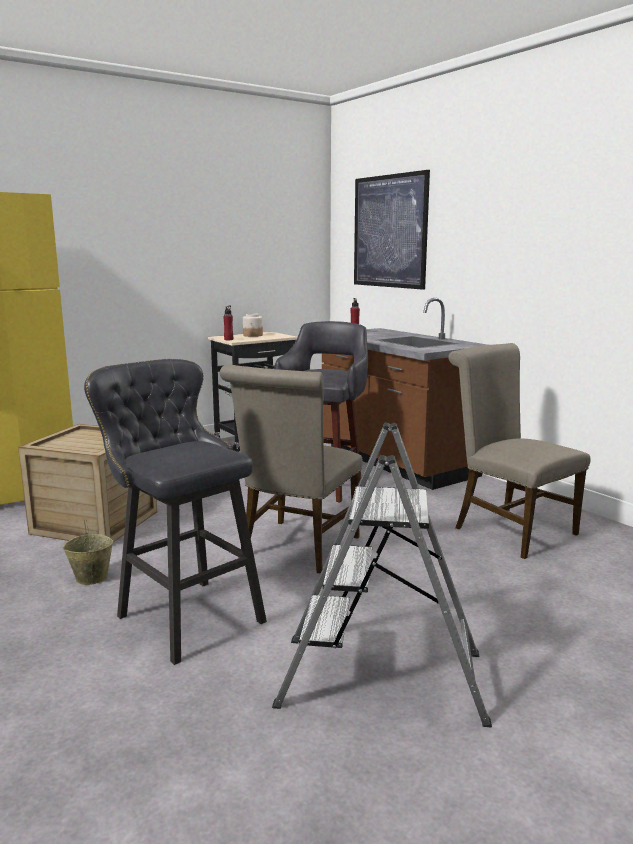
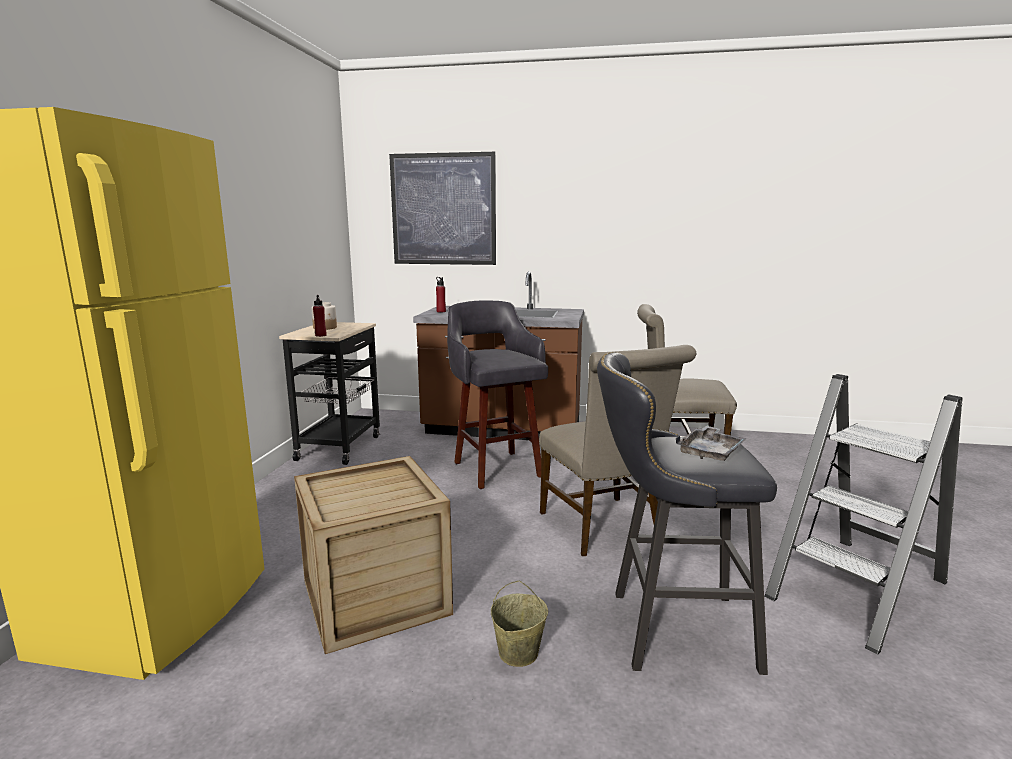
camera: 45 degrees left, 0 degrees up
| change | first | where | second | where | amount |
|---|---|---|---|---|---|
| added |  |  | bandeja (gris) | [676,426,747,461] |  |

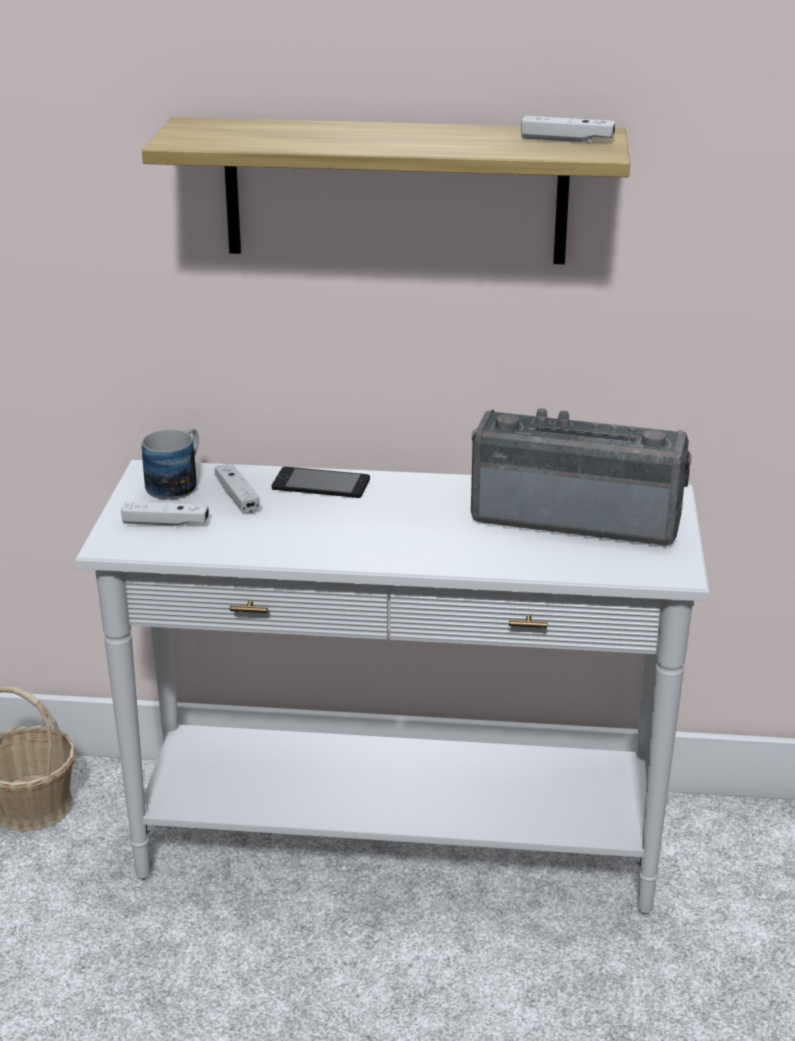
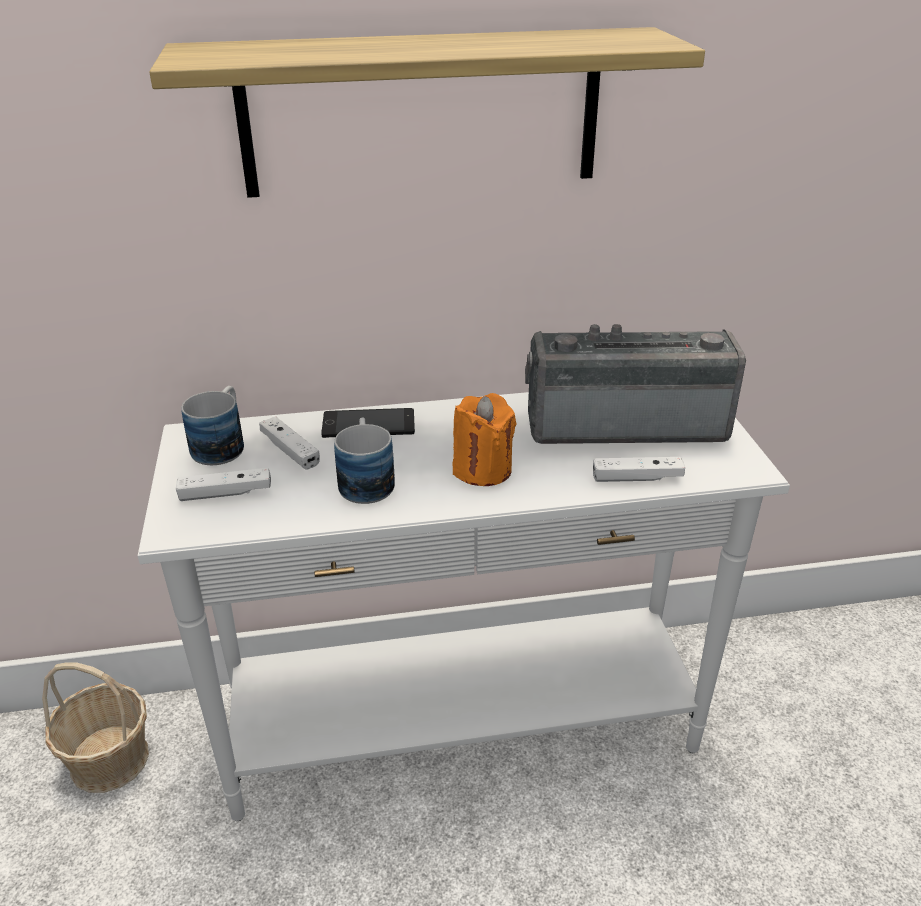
camera: 15 degrees left, 5 degrees up
| change | first | where | second | where | amount |
|---|---|---|---|---|---|
| added |  |  | taza grande | [334,417,395,504] |  |
| added |  |  | vela (naranja) | [452,393,517,486] |  |
| moved | mando de consola (blanco) | [521,116,615,143] |  | [593,457,685,482] |  |

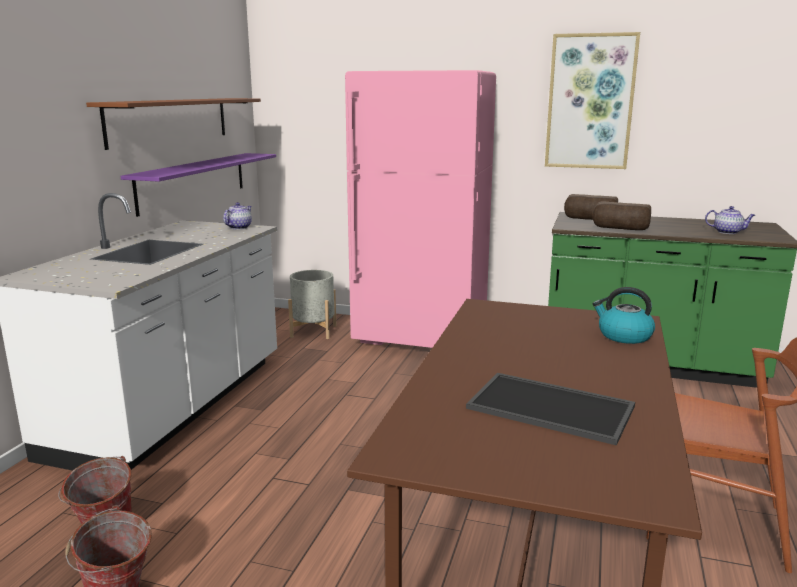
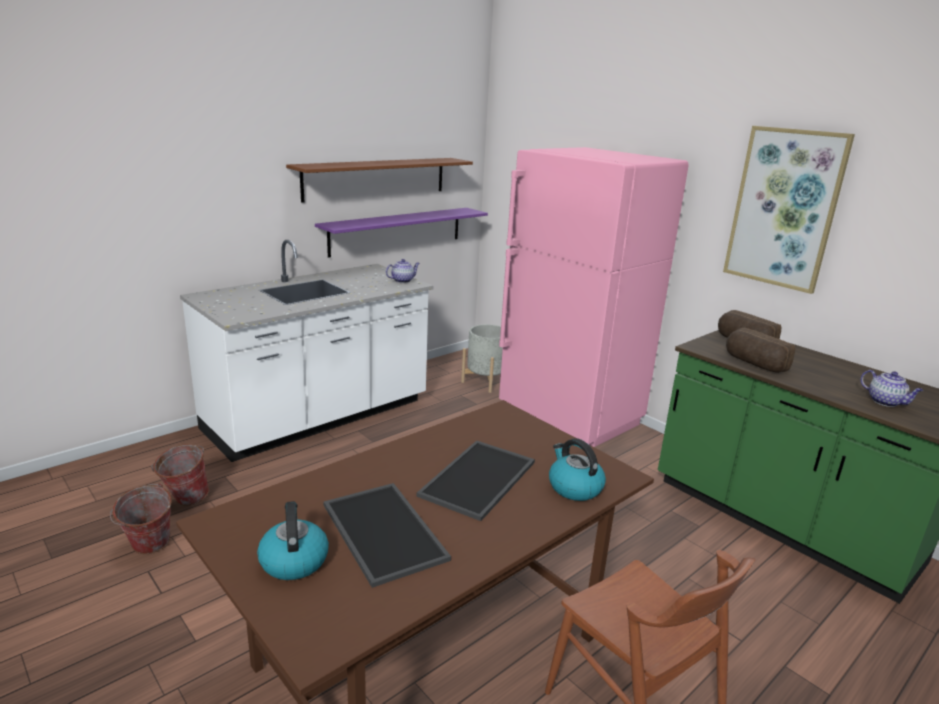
camera: 30 degrees right, 5 degrees up
| change | first | where | second | where | amount |
|---|---|---|---|---|---|
| added |  |  | hervidor | [257,501,329,580] |  |
| added |  |  | bandeja | [416,441,535,521] |  |

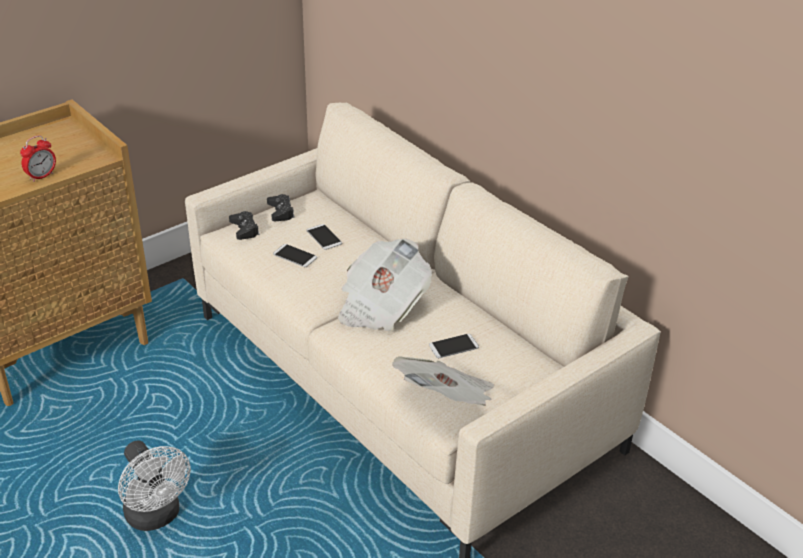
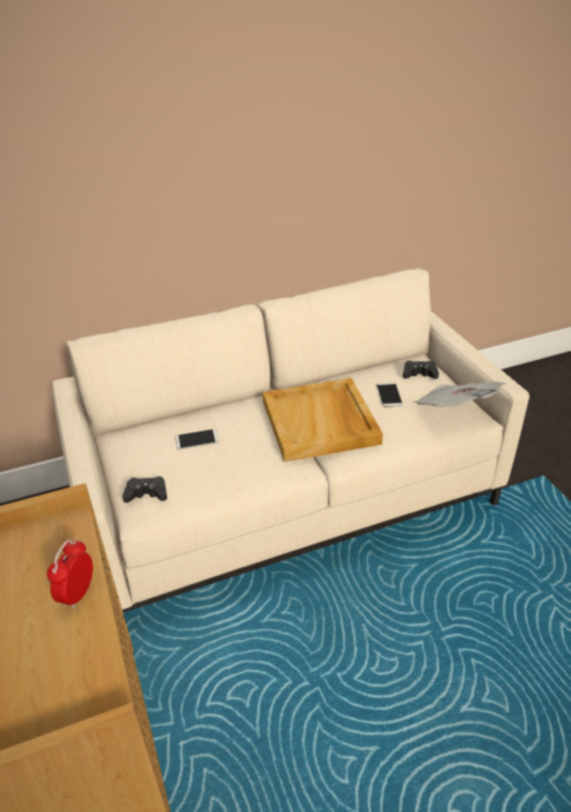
camera: 70 degrees left, 0 degrees up
| change | first | where | second | where | amount |
|---|---|---|---|---|---|
| removed | ventilador (blanco) | [118,440,191,531] |  |  |  |
| removed | móvil | [273,244,317,267] |  |  |  |
| moved | mando de consola (negro) | [267,194,295,221] |  | [403,361,439,379] |  |
| replaced | periódico | [338,238,432,331] | bandeja (beis) | [263,378,383,462] |  |
| turned | despertador | [20,136,56,182] |  | [47,538,93,609] | 135 degrees counterclockwise |

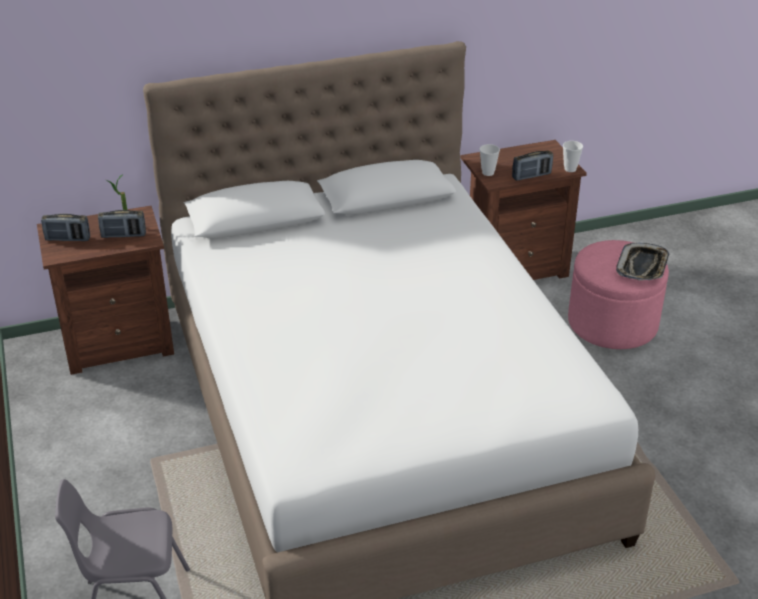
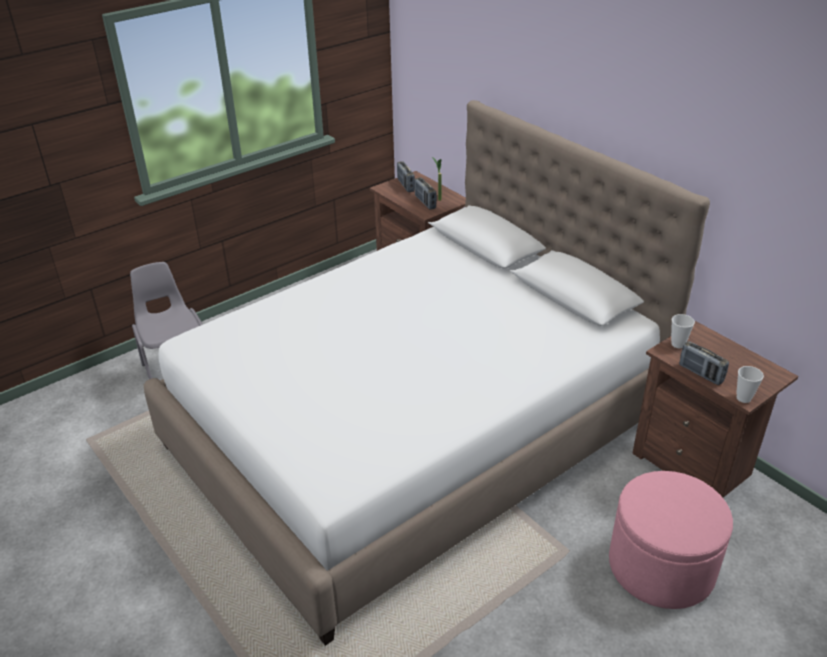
camera: 70 degrees right, 0 degrees up
| change | first | where | second | where | amount |
|---|---|---|---|---|---|
| removed | bandeja | [616,242,670,281] |  |  |  |

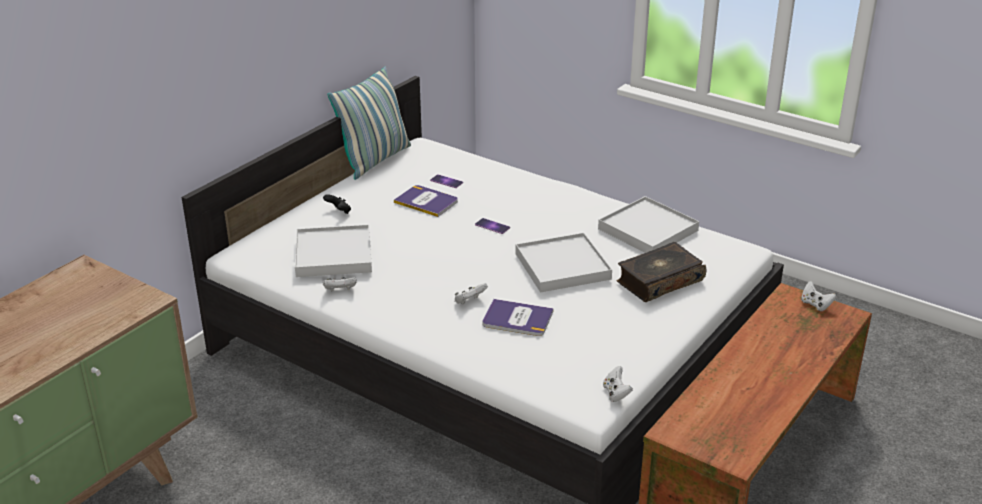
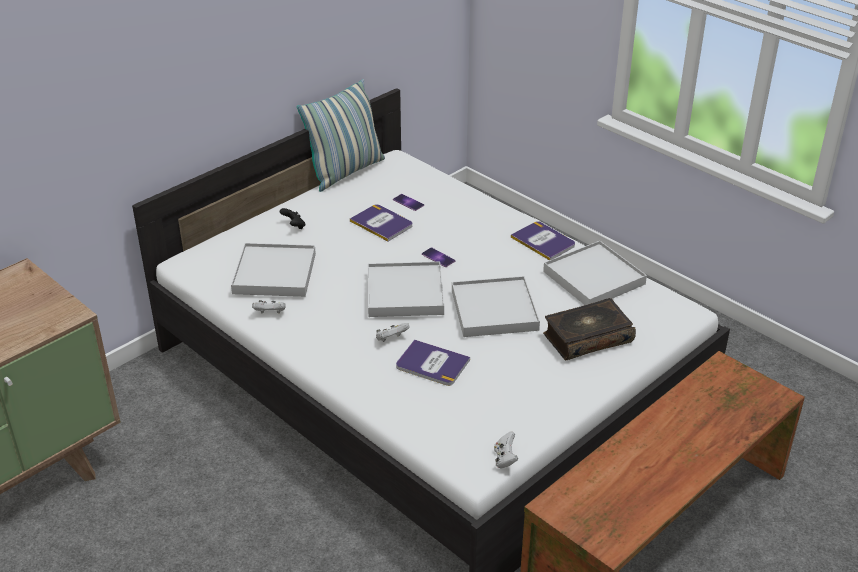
camera: 10 degrees right, 5 degrees up
| change | first | where | second | where | amount |
|---|---|---|---|---|---|
| removed | mando de consola (blanco) | [801,281,836,311] |  |  |  |
| added |  |  | bandeja (blanco) | [368,262,444,317] |  |
| added |  |  | libro | [511,221,575,260] |  |

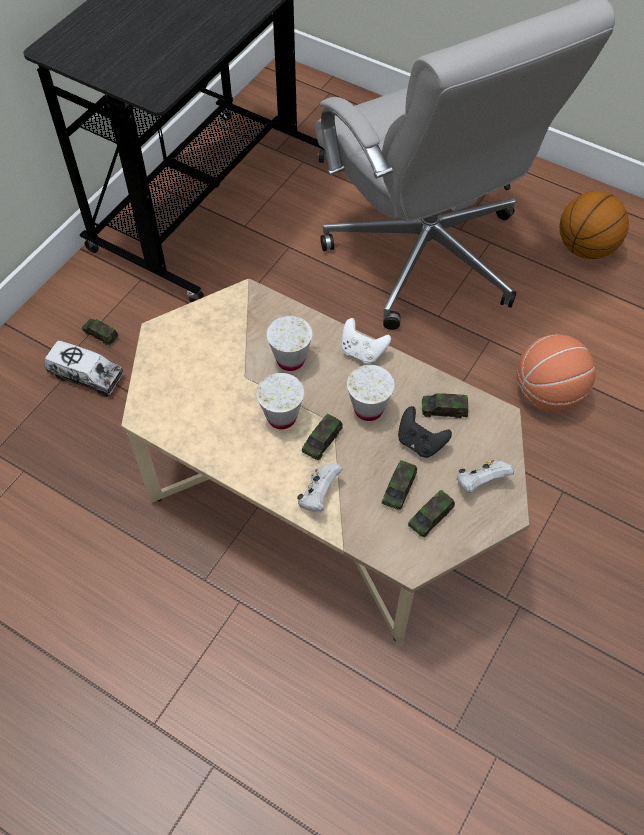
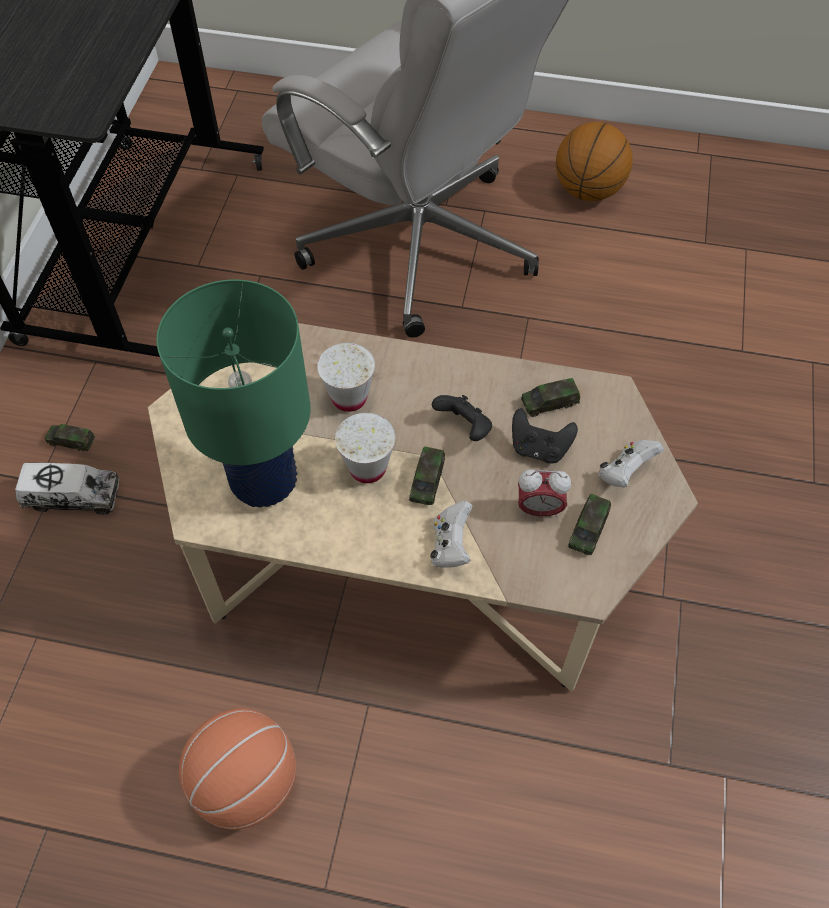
camera: 20 degrees left, 0 degrees up
| change | first | where | second | where | amount |
|---|---|---|---|---|---|
| removed | mando de consola (blanco) | [341,318,391,364] |  |  |  |
| added |  |  | lámpara de mesa (verde) | [156,279,311,507] |  |
| moved | balón de baloncesto | [517,334,596,411] |  | [179,708,296,830] |  |
| replaced | taza (blanco) | [347,365,395,421] | mando de consola (negro) | [432,395,492,441] |  |
| replaced | coche de juguete | [382,460,417,510] | despertador | [518,469,571,518] |  |

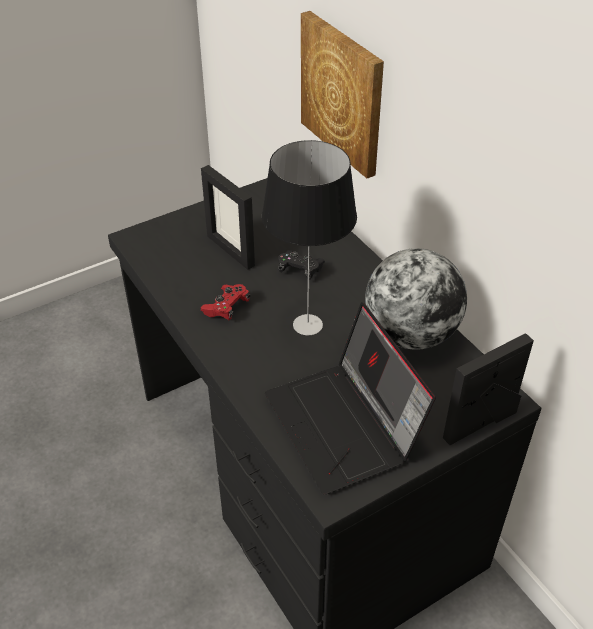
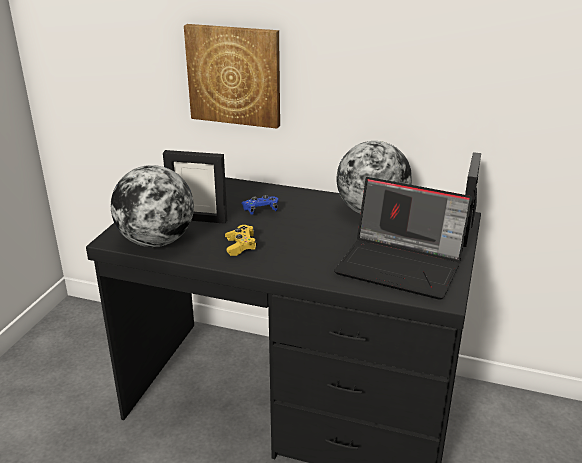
camera: 40 degrees left, 15 degrees down
| change | first | where | second | where | amount |
|---|---|---|---|---|---|
| removed | lámpara de mesa | [262,140,357,335] |  |  |  |
| added |  |  | globo terráqueo | [111,165,194,247] |  |
| recoloured | mando de consola (rojo) | [201,284,250,320] | mando de consola (amarillo) | [225,225,257,256] |  |
| recoloured | mando de consola (negro) | [278,250,325,280] | mando de consola (azul) | [241,195,278,215] |  |

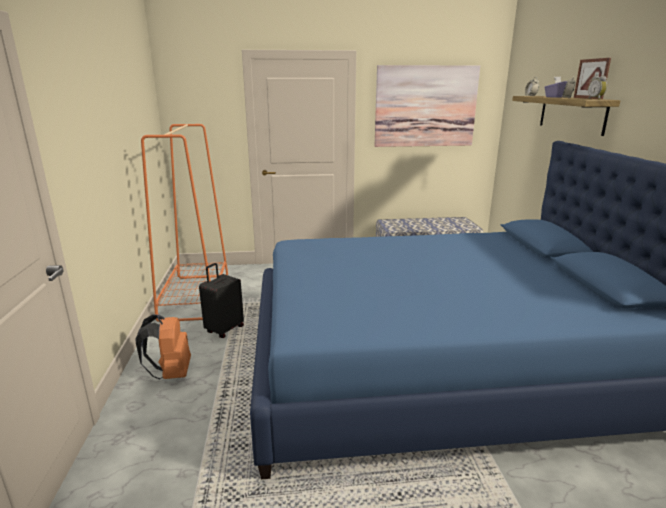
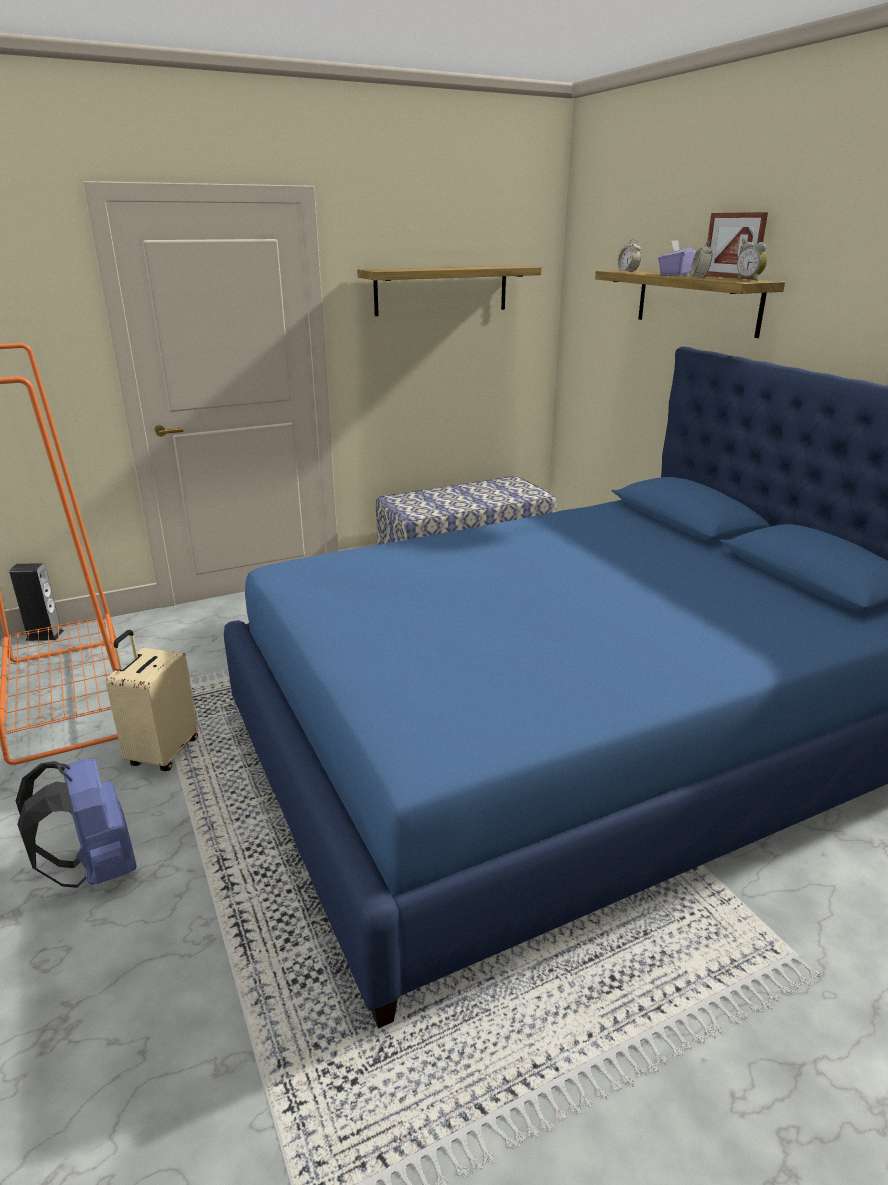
camera: 20 degrees left, 5 degrees up
| change | first | where | second | where | amount |
|---|---|---|---|---|---|
| added |  |  | altavoz | [9,563,64,641] |  |
| replaced | cuadro | [375,65,480,147] | estante | [357,265,542,316] |  |
| recoloured | mochila (naranja) | [135,314,191,380] | mochila (azul) | [16,758,137,888] |  |
| recoloured | maleta (negro) | [199,263,244,338] | maleta (beis) | [106,630,198,771] |  |

